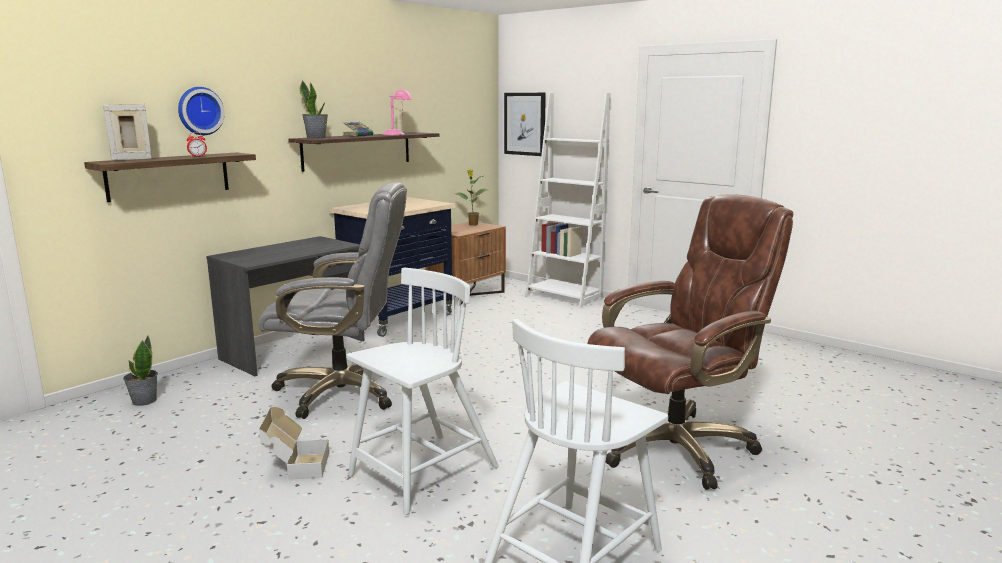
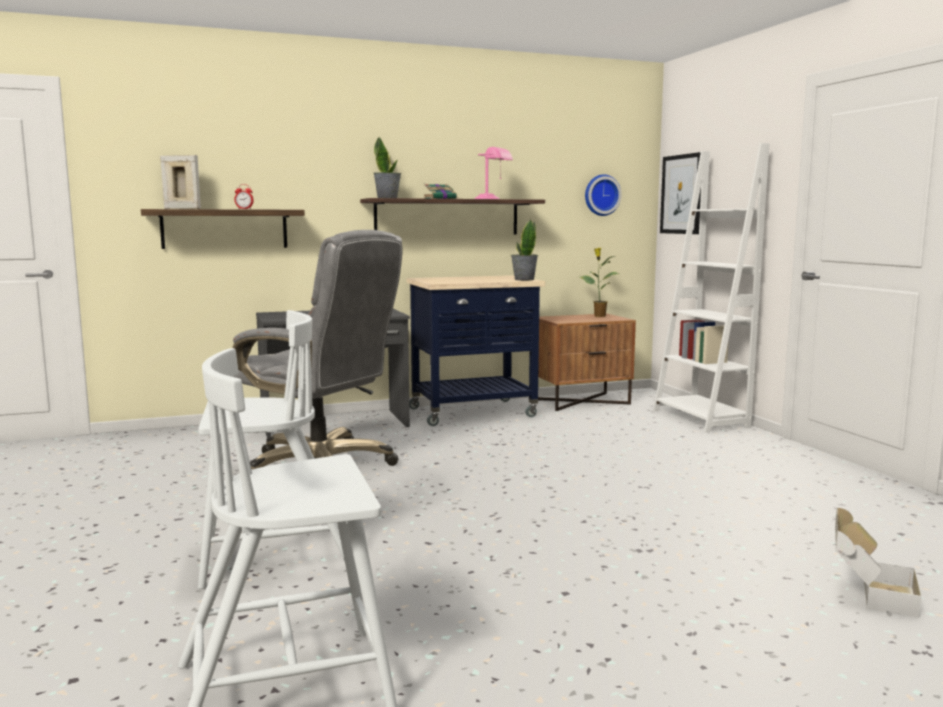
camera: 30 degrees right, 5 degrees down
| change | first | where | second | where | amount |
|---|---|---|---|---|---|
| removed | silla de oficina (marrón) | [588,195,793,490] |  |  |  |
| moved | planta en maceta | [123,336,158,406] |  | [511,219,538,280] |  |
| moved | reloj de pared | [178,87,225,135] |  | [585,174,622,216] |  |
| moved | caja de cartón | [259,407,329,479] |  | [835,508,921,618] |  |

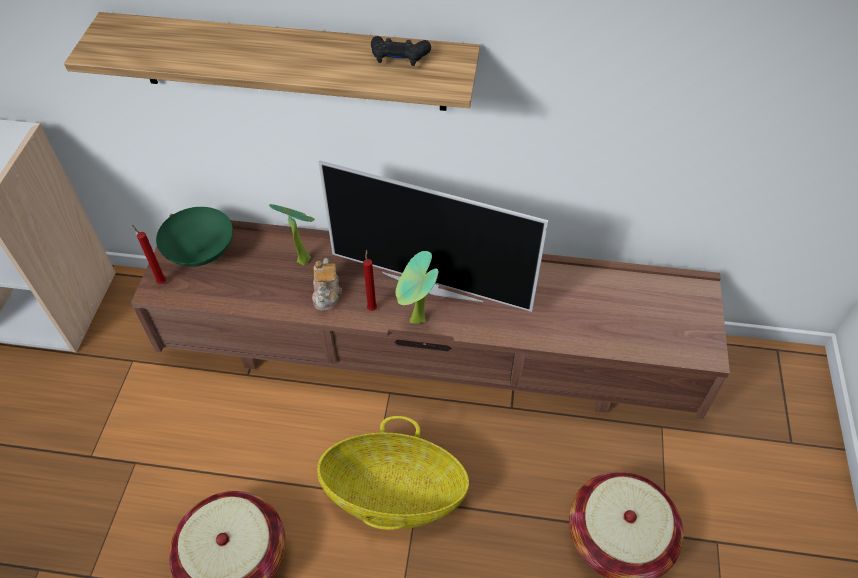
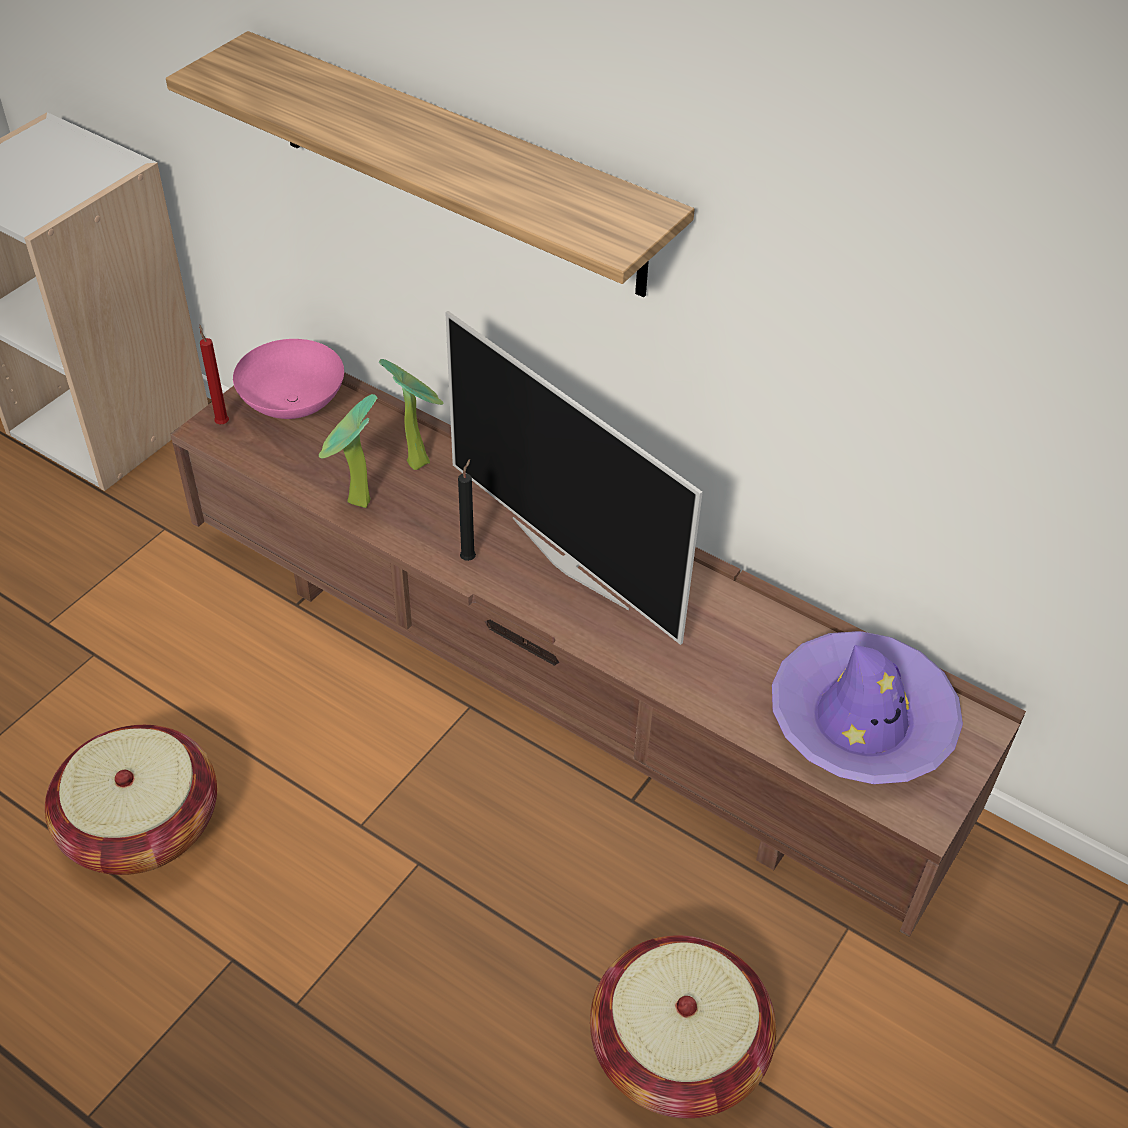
camera: 25 degrees right, 5 degrees down
| change | first | where | second | where | amount |
|---|---|---|---|---|---|
| removed | tetera | [312,258,342,311] |  |  |  |
| removed | cesta | [317,416,469,530] |  |  |  |
| removed | mando de consola (negro) | [371,36,431,66] |  |  |  |
| added |  |  | sombrero (morado) | [772,631,963,784] |  |
| moved | planta en maceta | [396,251,439,324] |  | [319,394,377,508] |  |
| recoloured | cuenco (verde) | [156,207,233,267] | cuenco (rosa) | [233,339,344,419] |  |
| recoloured | vela (rojo) | [363,249,377,311] | vela (negro) | [458,459,476,561] |  |

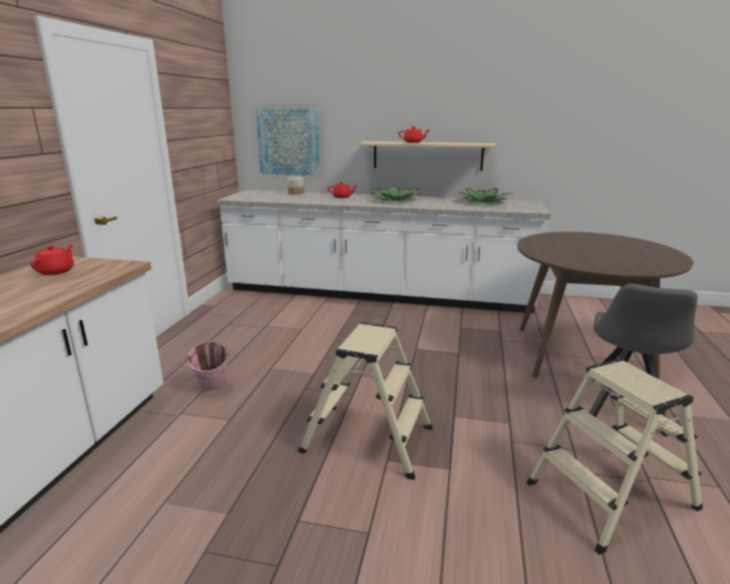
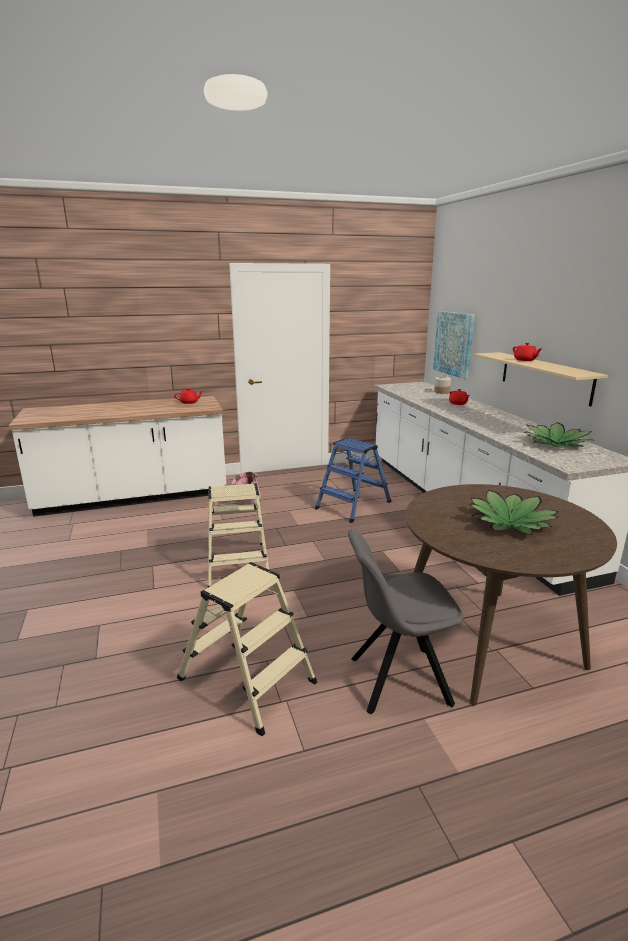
camera: 60 degrees right, 0 degrees up
| change | first | where | second | where | amount |
|---|---|---|---|---|---|
| added |  |  | escalera de tijera (azul) | [315,438,392,523] |  |
| moved | planta en maceta | [371,186,422,201] |  | [469,489,559,535] |  |

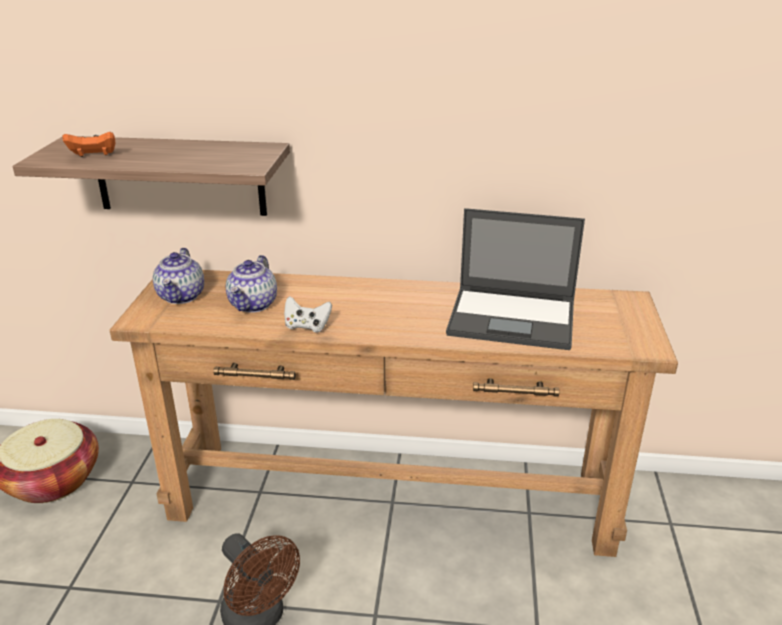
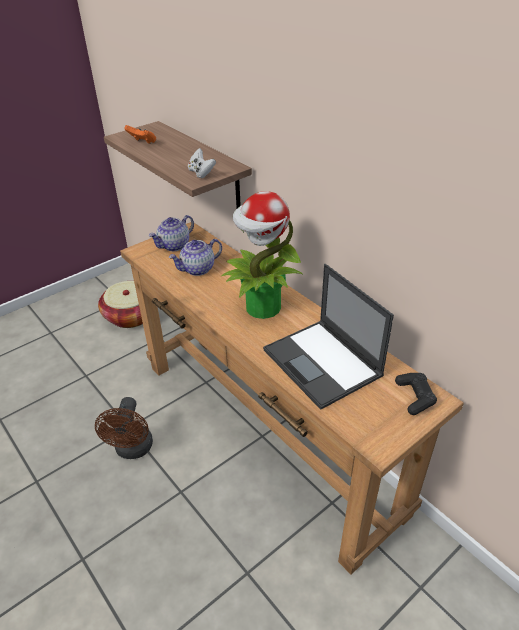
camera: 45 degrees right, 10 degrees up
| change | first | where | second | where | amount |
|---|---|---|---|---|---|
| added |  |  | planta en maceta | [221,191,303,319] |  |
| added |  |  | mando de consola (negro) | [395,373,437,415] |  |
| moved | mando de consola (blanco) | [284,296,332,333] |  | [188,148,216,178] |  |

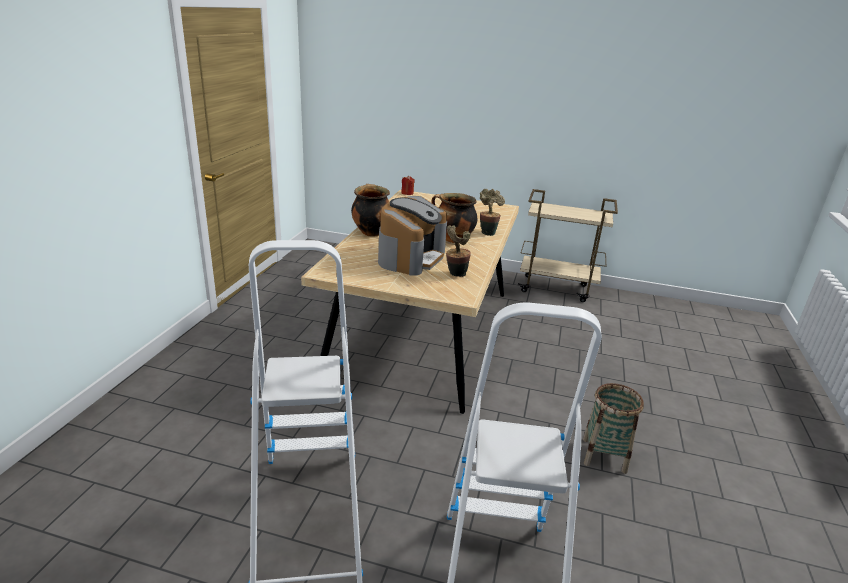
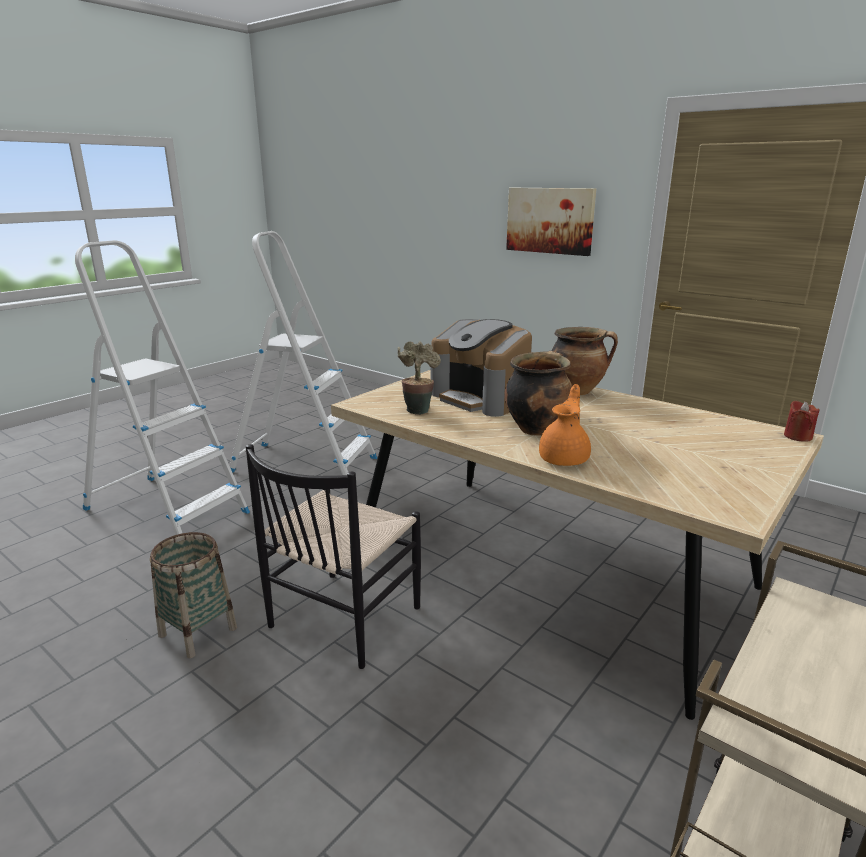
camera: 115 degrees right, 5 degrees down
| change | first | where | second | where | amount |
|---|---|---|---|---|---|
| added |  |  | silla (negro) | [246,444,421,669] |  |
| added |  |  | cuadro | [506,188,596,256] |  |
| replaced | planta en maceta | [480,189,505,236] | tetera (naranja) | [539,384,591,466] |  |

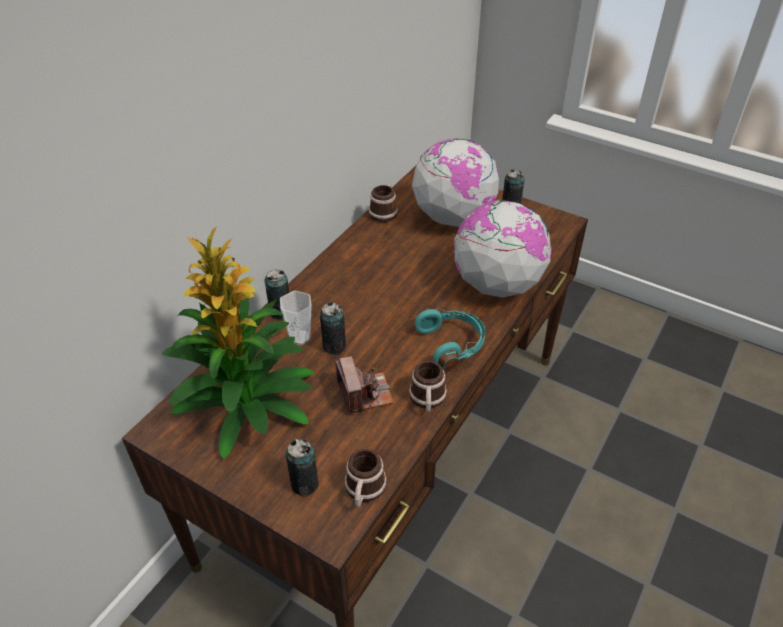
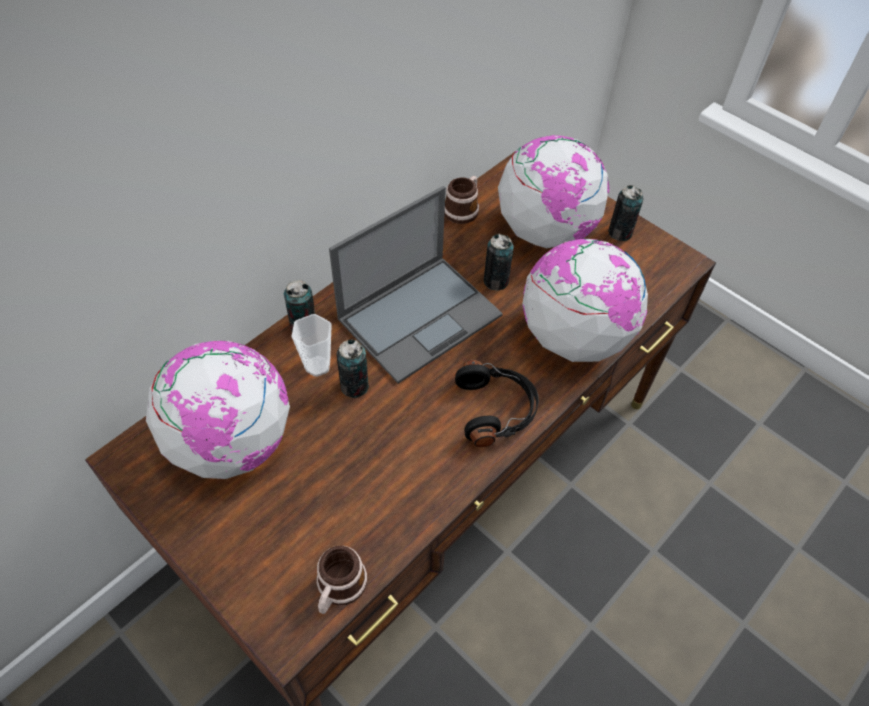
camera: 10 degrees right, 10 degrees up
| change | first | where | second | where | amount |
|---|---|---|---|---|---|
| removed | cámara | [335,356,393,415] |  |  |  |
| removed | taza grande | [409,361,447,412] |  |  |  |
| added |  |  | portátil | [329,186,503,383] |  |
| moved | lata | [286,439,319,496] |  | [484,234,514,291] |  |
| replaced | planta en maceta | [162,227,314,459] | globo terráqueo | [146,340,290,479] |  |
| recoloured | auriculares (turquesa) | [415,308,486,370] | auriculares (negro) | [455,360,539,447] |  |

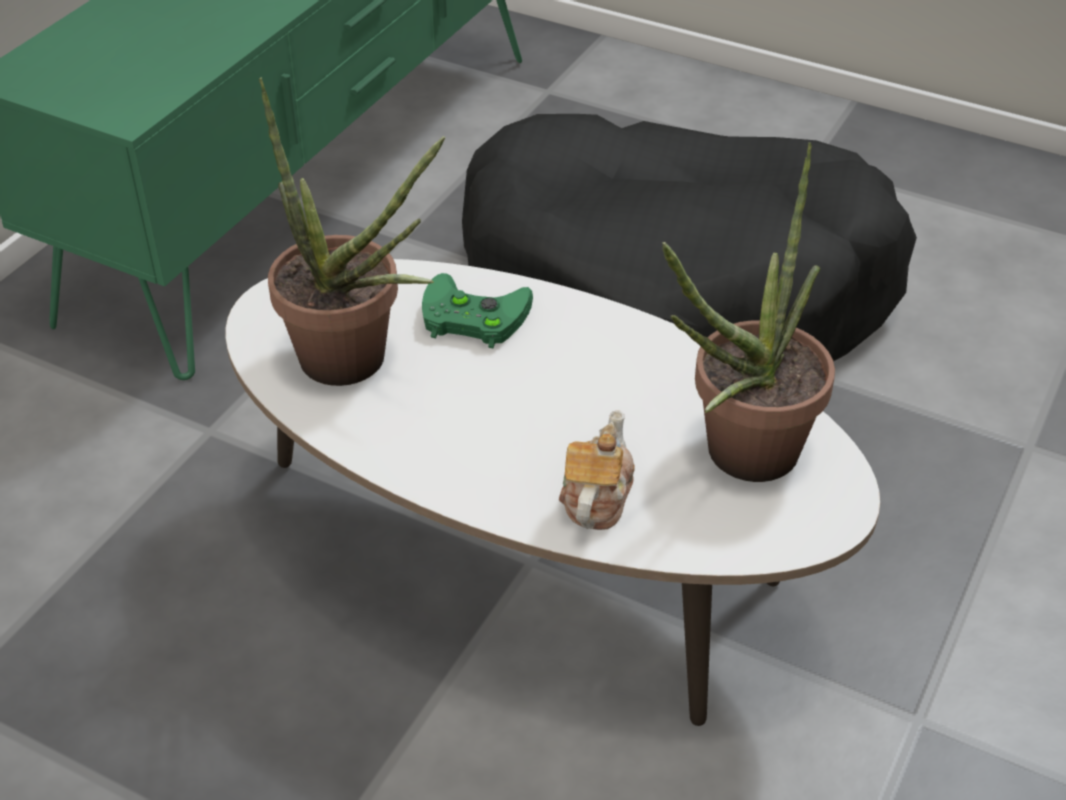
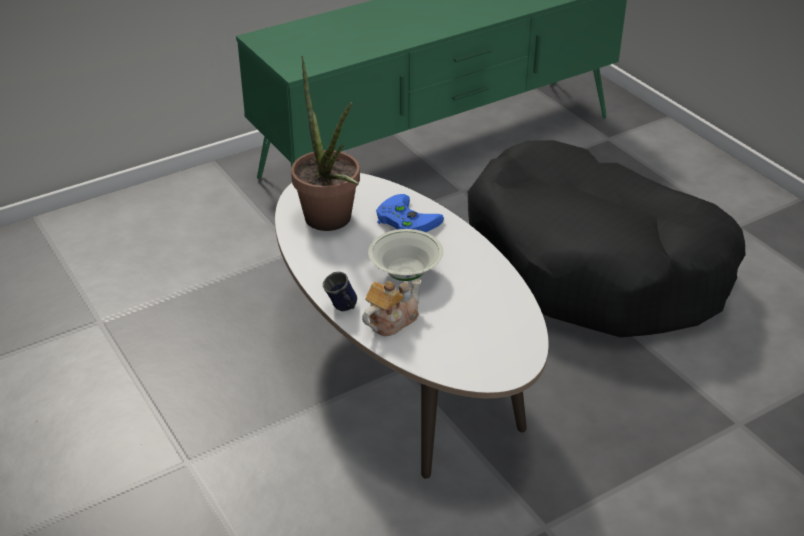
camera: 30 degrees right, 5 degrees down
| change | first | where | second | where | amount |
|---|---|---|---|---|---|
| removed | planta en maceta | [662,142,835,482] |  |  |  |
| added |  |  | taza grande (azul) | [323,272,357,311] |  |
| added |  |  | cuenco (blanco) | [368,229,443,281] |  |
| recoloured | mando de consola (verde) | [422,273,533,348] | mando de consola (azul) | [376,194,444,232] |  |

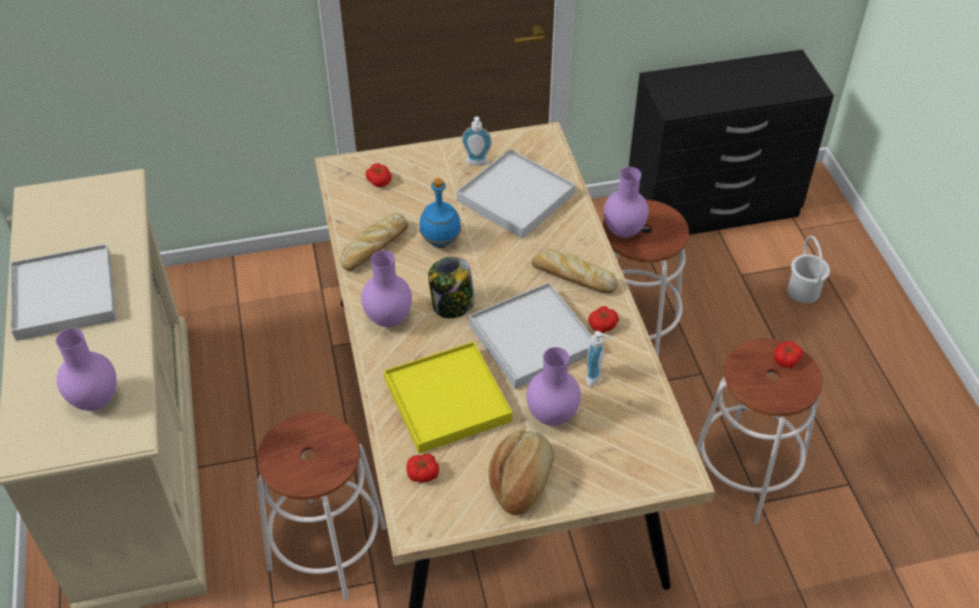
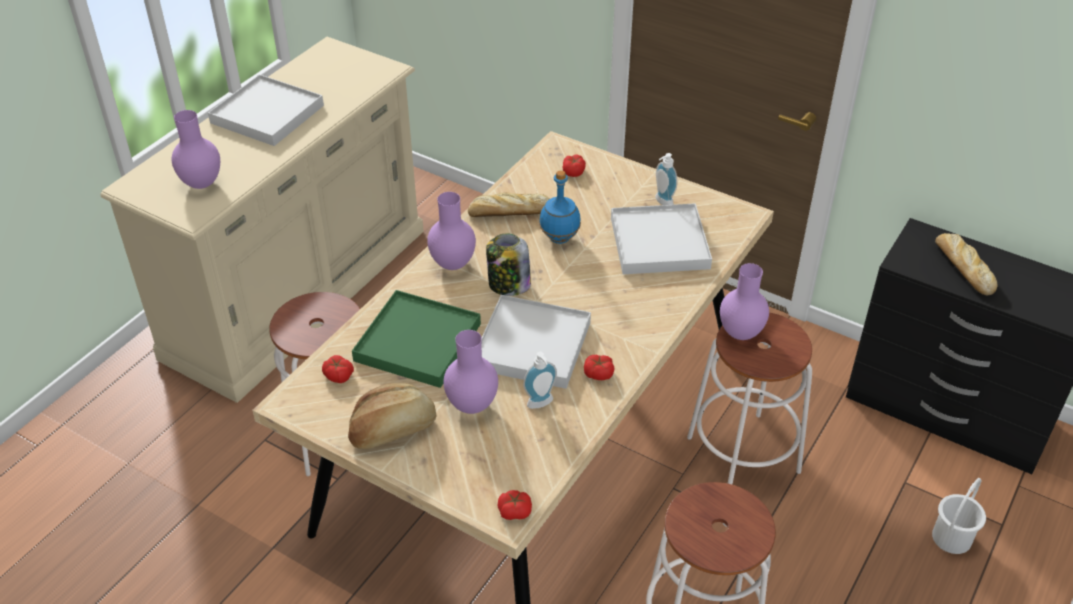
camera: 45 degrees right, 5 degrees down
| change | first | where | second | where | amount |
|---|---|---|---|---|---|
| moved | pan | [532,249,618,293] |  | [935,233,997,295] |  |
| moved | tomate | [773,341,803,368] |  | [497,490,532,520] |  |
| recoloured | bandeja (amarillo) | [384,341,512,454] | bandeja (verde) | [352,290,481,388] |  |

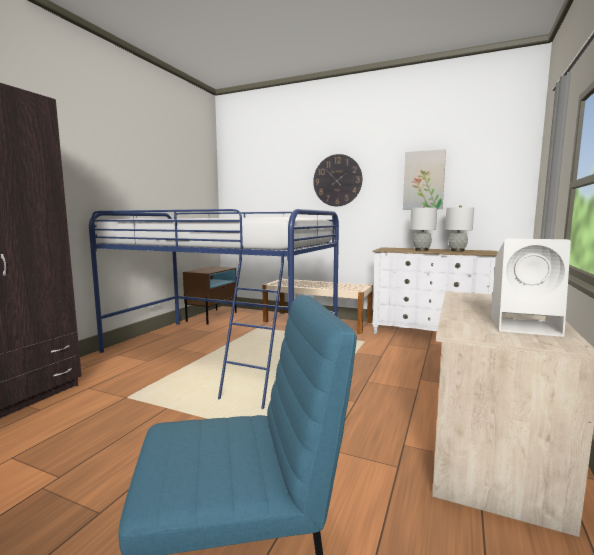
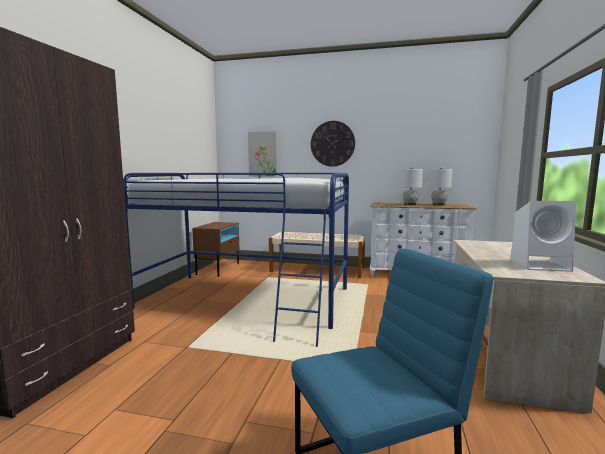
camera: 10 degrees left, 0 degrees up
| change | first | where | second | where | amount |
|---|---|---|---|---|---|
| moved | cuadro | [403,149,446,210] |  | [248,131,277,176] |  |

